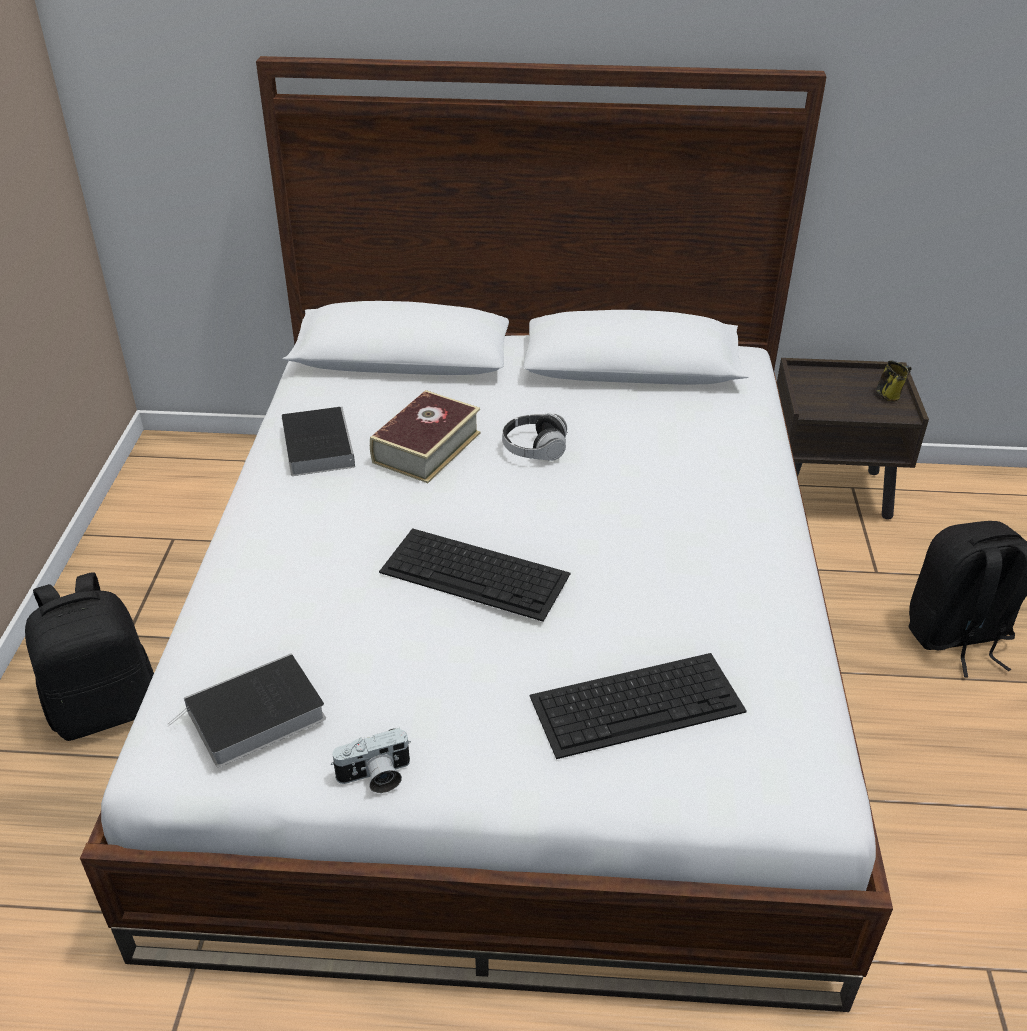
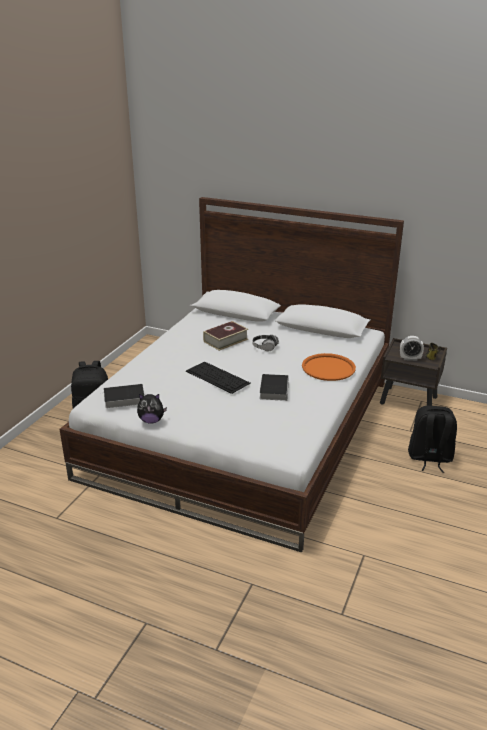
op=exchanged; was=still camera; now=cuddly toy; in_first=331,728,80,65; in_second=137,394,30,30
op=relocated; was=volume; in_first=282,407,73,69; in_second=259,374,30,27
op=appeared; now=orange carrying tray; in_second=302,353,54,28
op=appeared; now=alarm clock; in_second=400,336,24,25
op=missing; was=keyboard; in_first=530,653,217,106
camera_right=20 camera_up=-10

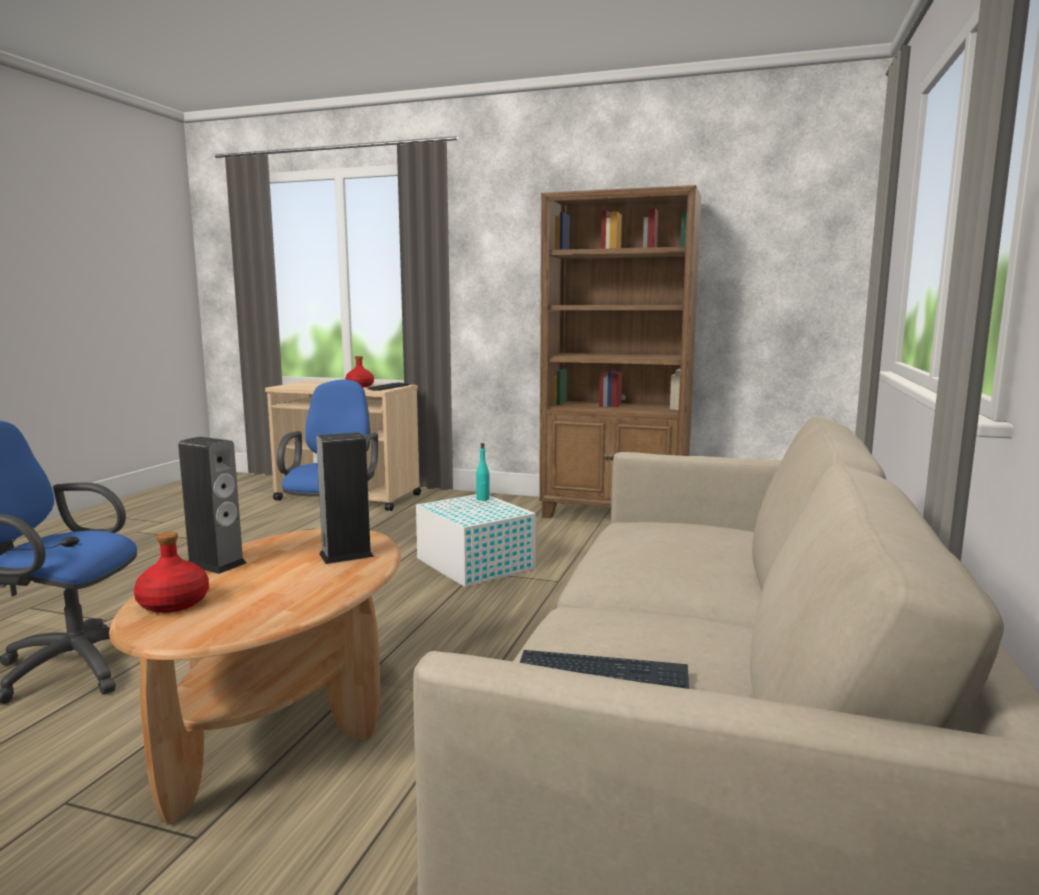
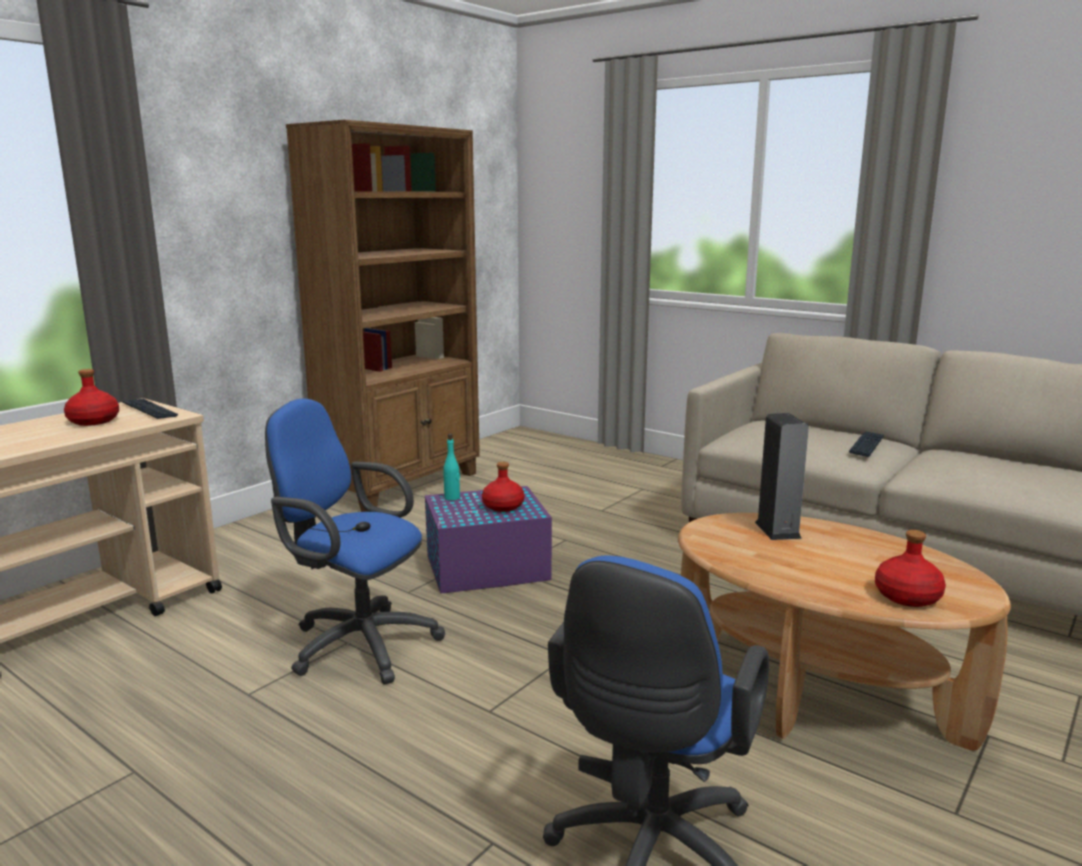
op=colour; was=white-coloured storage box; now=purple storage box; in_first=416,494,120,93; in_second=425,486,127,108
op=appeared; now=red-coloured bottle; in_second=482,462,43,50
op=relocated; was=keyboard; in_first=520,650,169,39; in_second=849,431,36,26
op=missing; was=loudspeaker; in_first=178,437,69,137
camera_right=-70 camera_up=5

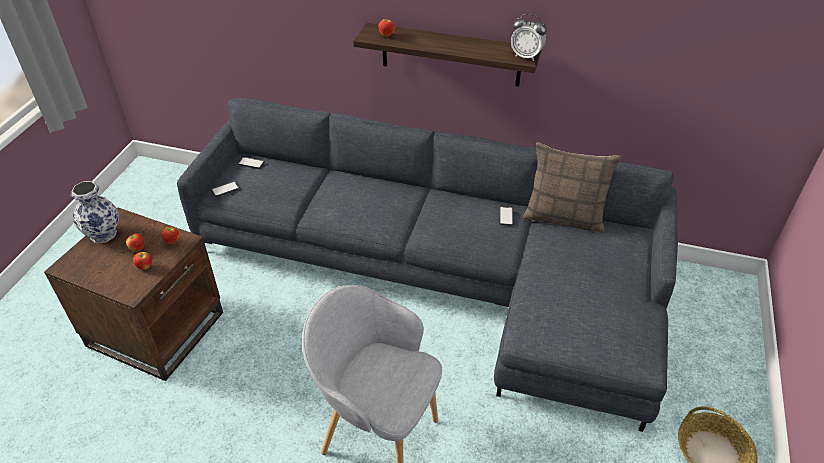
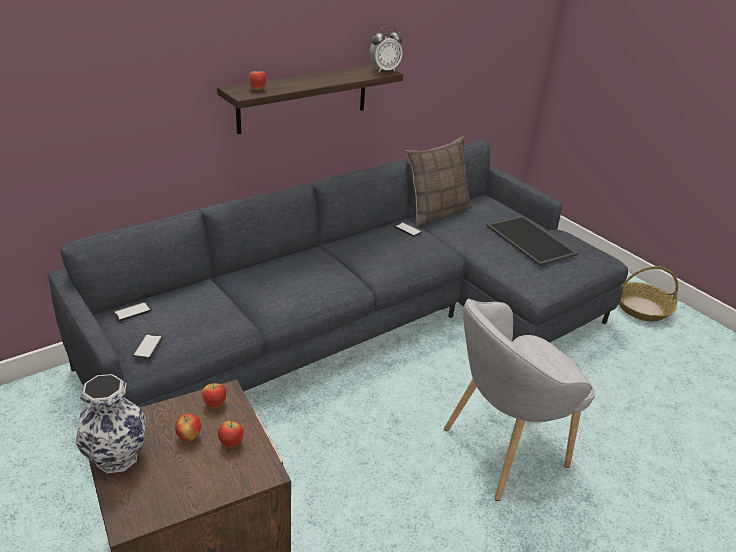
op=appeared; now=carrying tray; in_second=487,216,91,50
camera_right=-55 camera_up=-10

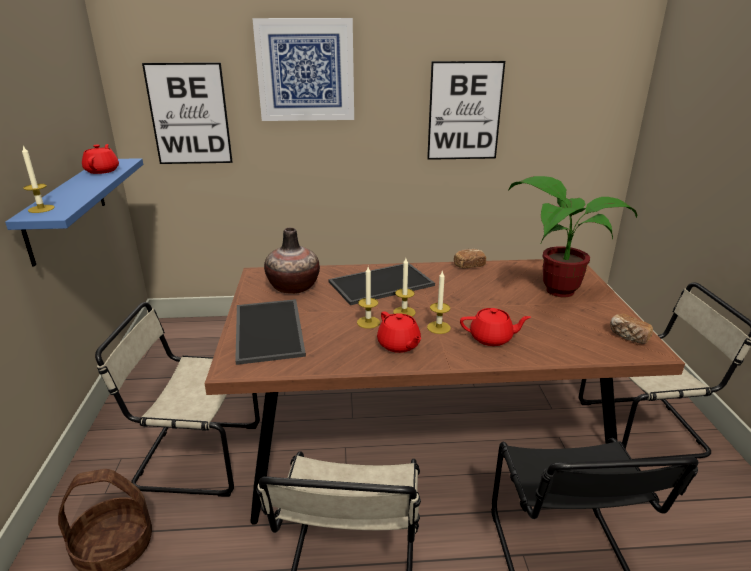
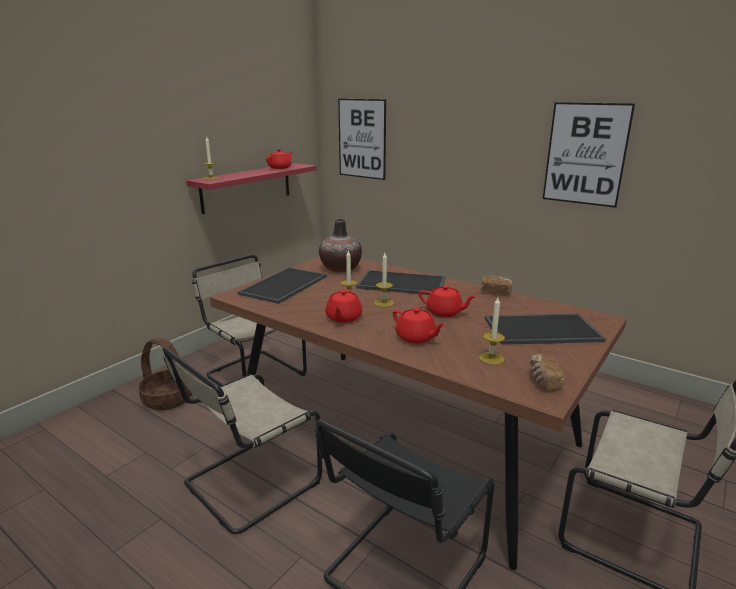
op=colour; was=blue bracket shelf; now=red-coloured bracket shelf; in_first=5,158,138,109; in_second=186,163,131,51
op=appeared; now=red-coloured tea pot; in_second=419,285,57,32
op=relocated; was=wax light; in_first=427,270,24,64; in_second=479,297,26,68
op=exchanged; was=potted plant; now=carrying tray; in_first=508,176,129,121; in_second=485,313,121,32
op=missing; was=wall art; in_first=252,18,102,103
camera_right=40 camera_up=-5

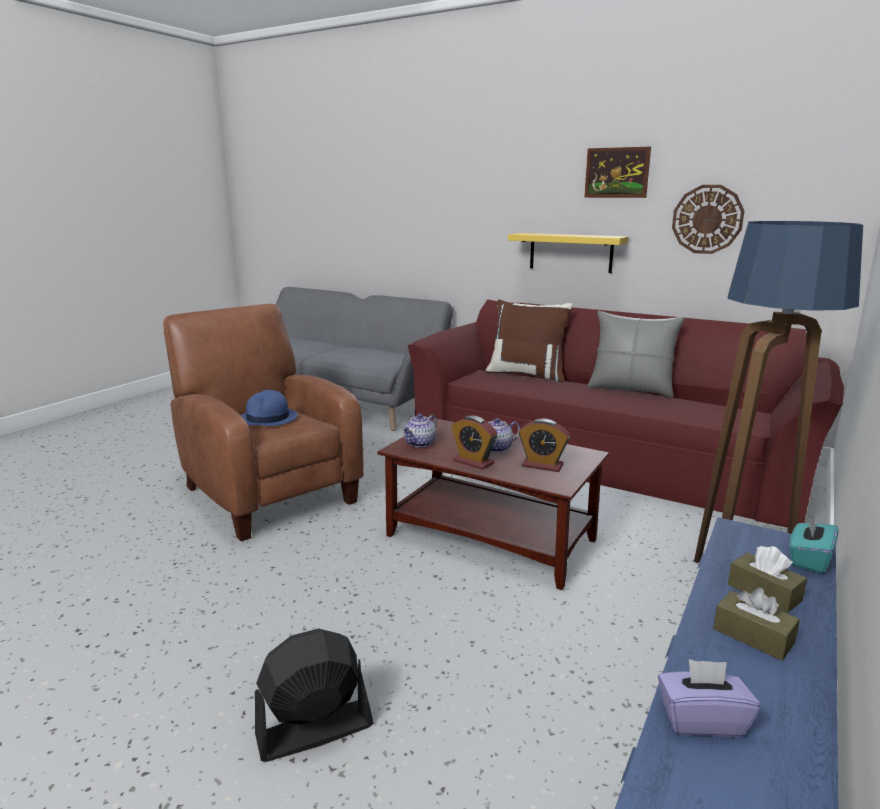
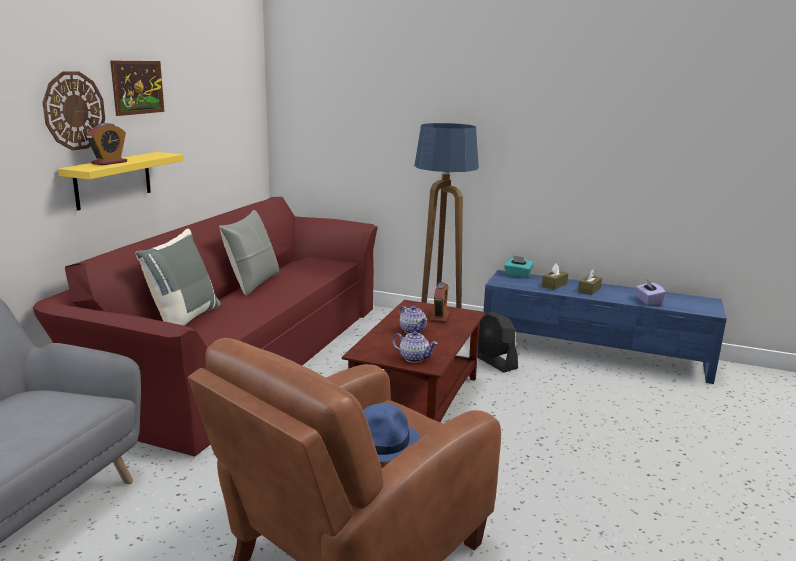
op=relocated; was=wall clock; in_first=672,185,73,69; in_second=42,71,63,80
op=relocated; was=alarm clock; in_first=451,415,46,55; in_second=86,123,41,42
op=colour; was=brown pillow; now=greyish pillow; in_first=485,300,88,82; in_second=135,229,86,97
op=relocated; was=blackish electric fan; in_first=255,628,119,134; in_second=477,311,41,62
camera_right=-100 camera_up=0

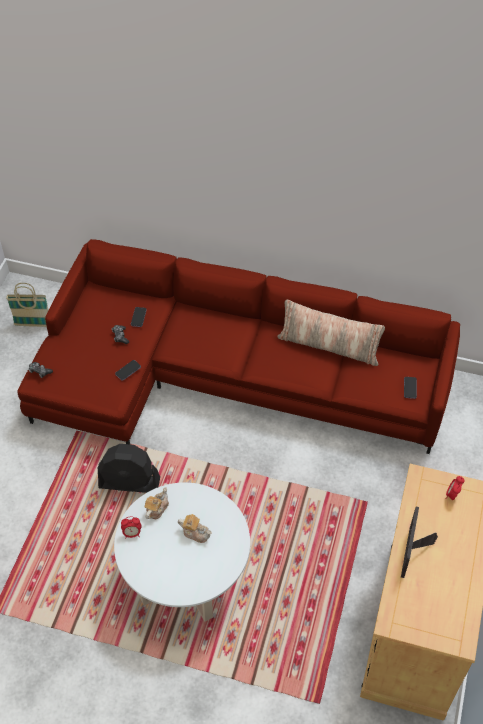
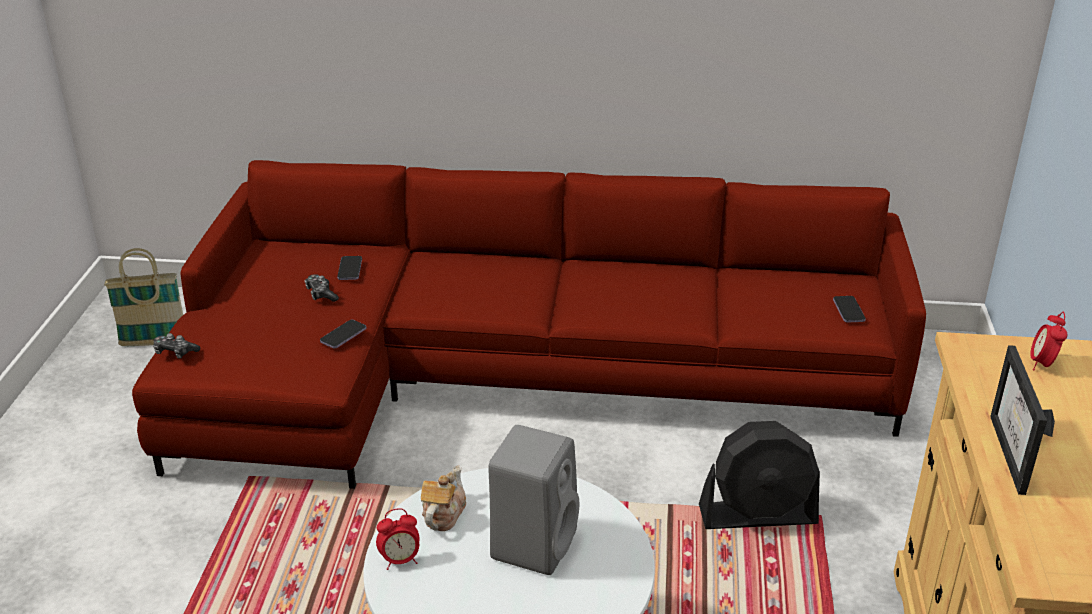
op=exchanged; was=tea pot; now=greyish loudspeaker; in_first=178,514,34,29; in_second=488,425,91,150
op=relocated; was=blackish electric fan; in_first=98,444,62,49; in_second=699,421,121,108
op=missing; was=pillow; in_first=277,300,108,66
camera_right=-10 camera_up=-20

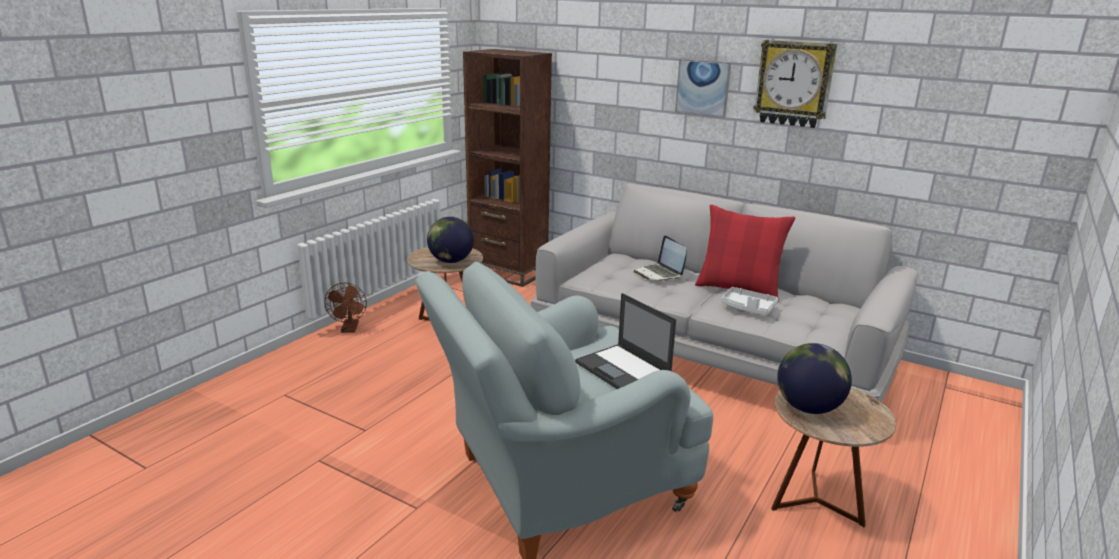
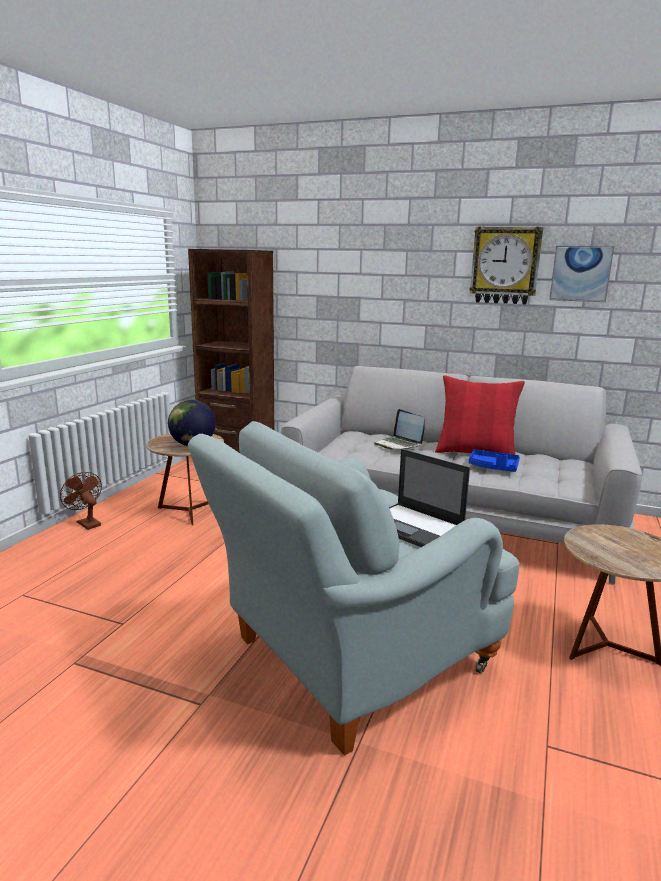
op=spun; was=brown electric fan; in_first=324,283,43,50; in_second=60,472,42,58; clockwise=150
op=colour; was=white-coloured carrying tray; now=blue carrying tray; in_first=721,287,57,29; in_second=469,449,51,23
op=relocated; was=wall art; in_first=675,59,56,59; in_second=549,246,65,56
op=missing; was=world globe; in_first=777,343,75,71
camera_right=-10 camera_up=-5

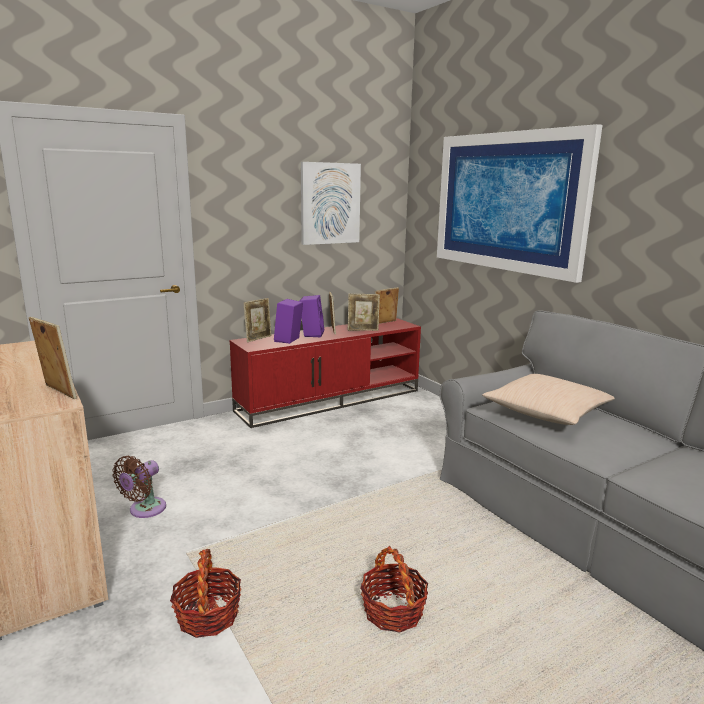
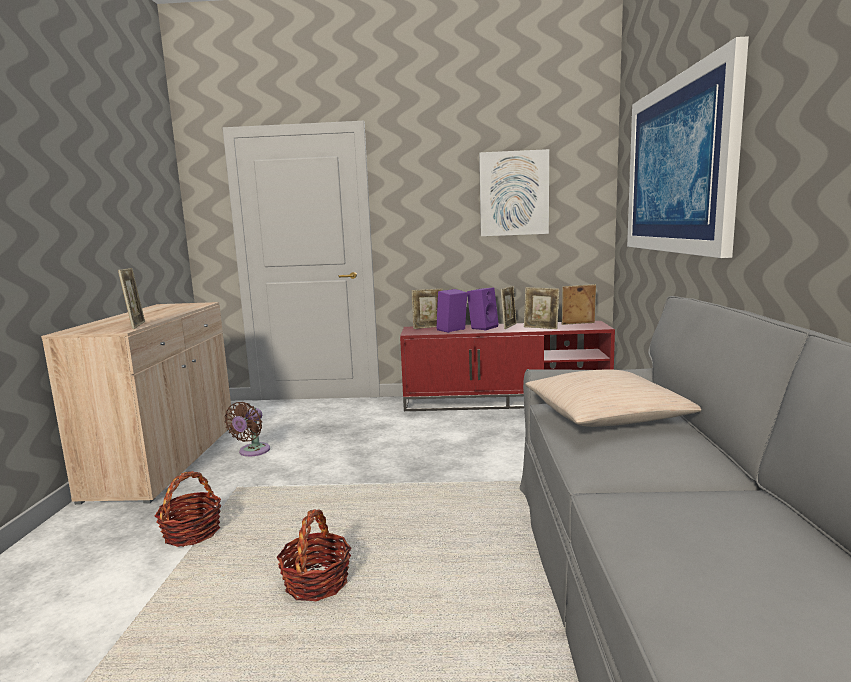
op=spun; was=brown electric fan; in_first=112,456,54,62; in_second=224,402,46,55; clockwise=-45
camera_right=35 camera_up=-5

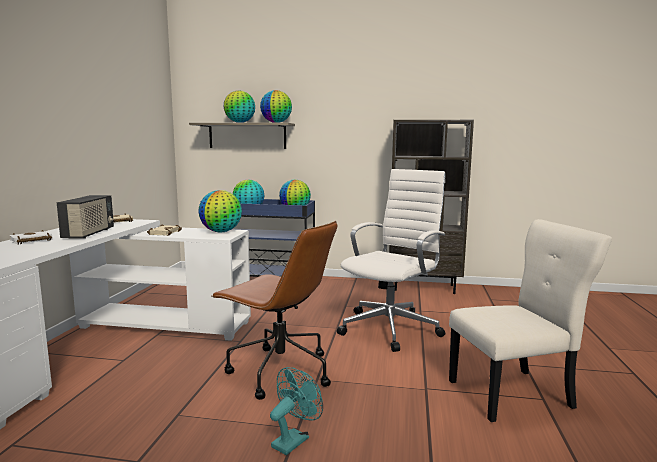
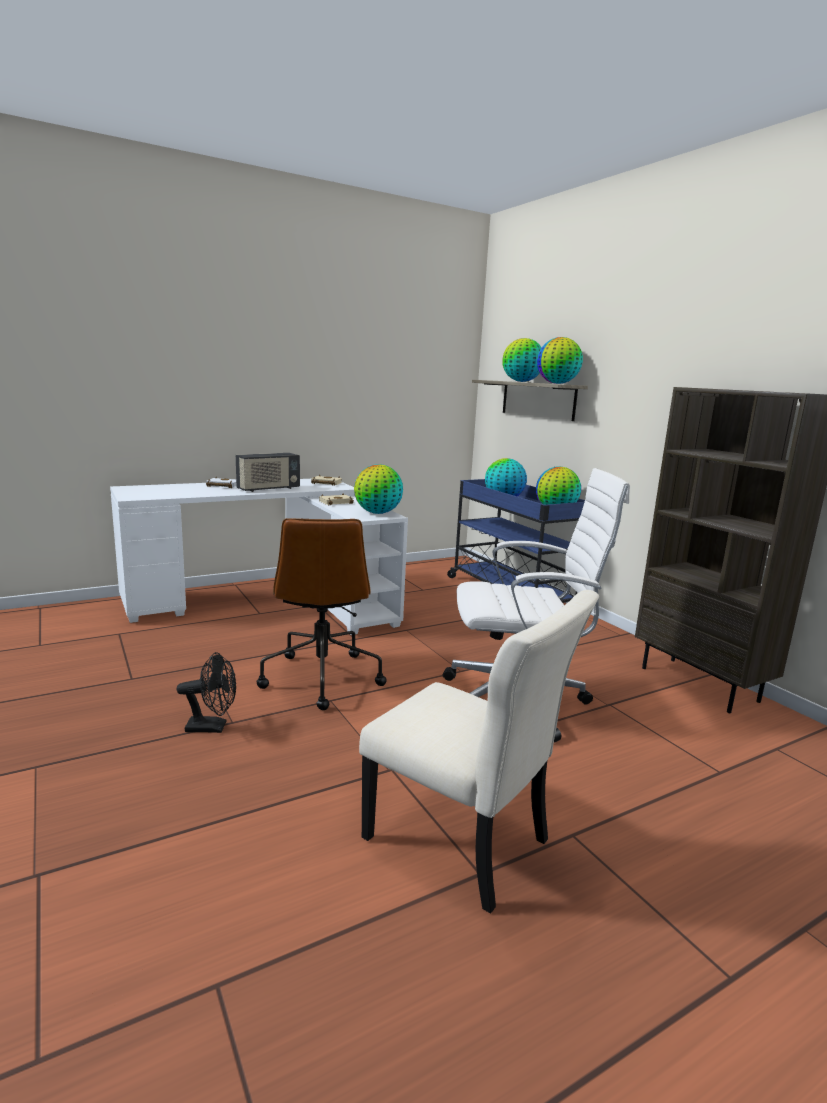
op=colour; was=turquoise electric fan; now=blackish electric fan; in_first=270,367,53,88; in_second=177,652,59,81
camera_right=50 camera_up=5

